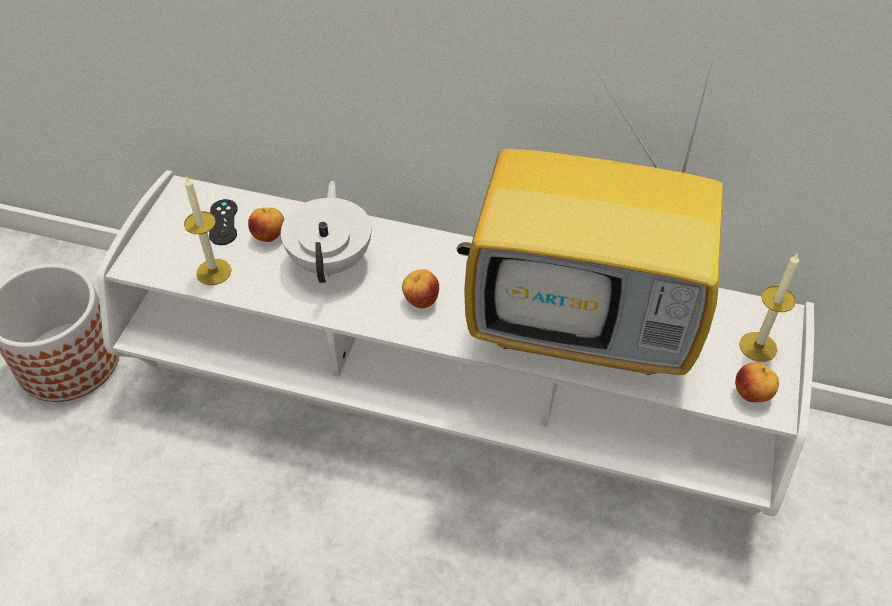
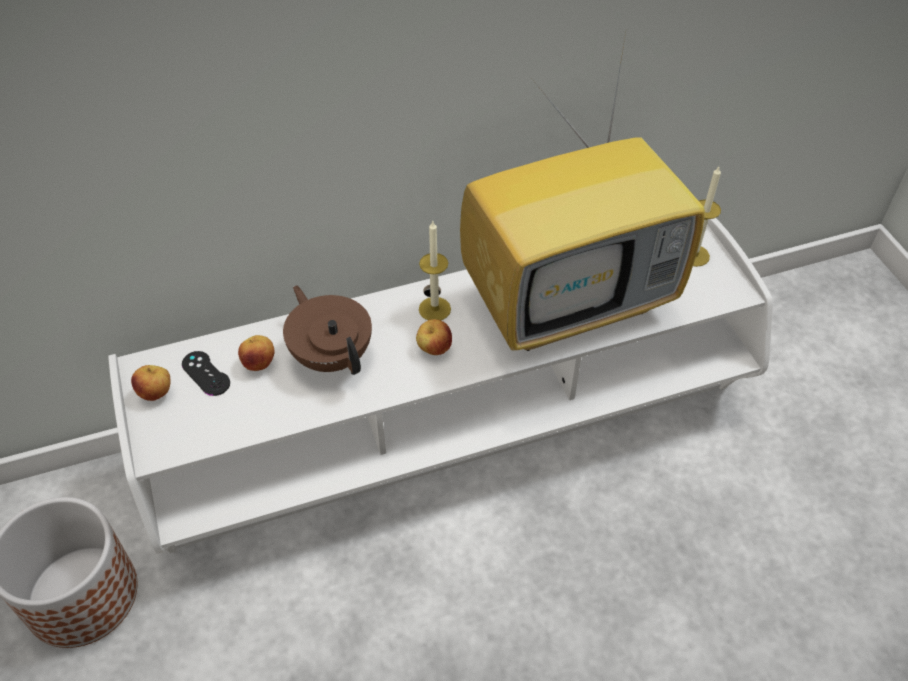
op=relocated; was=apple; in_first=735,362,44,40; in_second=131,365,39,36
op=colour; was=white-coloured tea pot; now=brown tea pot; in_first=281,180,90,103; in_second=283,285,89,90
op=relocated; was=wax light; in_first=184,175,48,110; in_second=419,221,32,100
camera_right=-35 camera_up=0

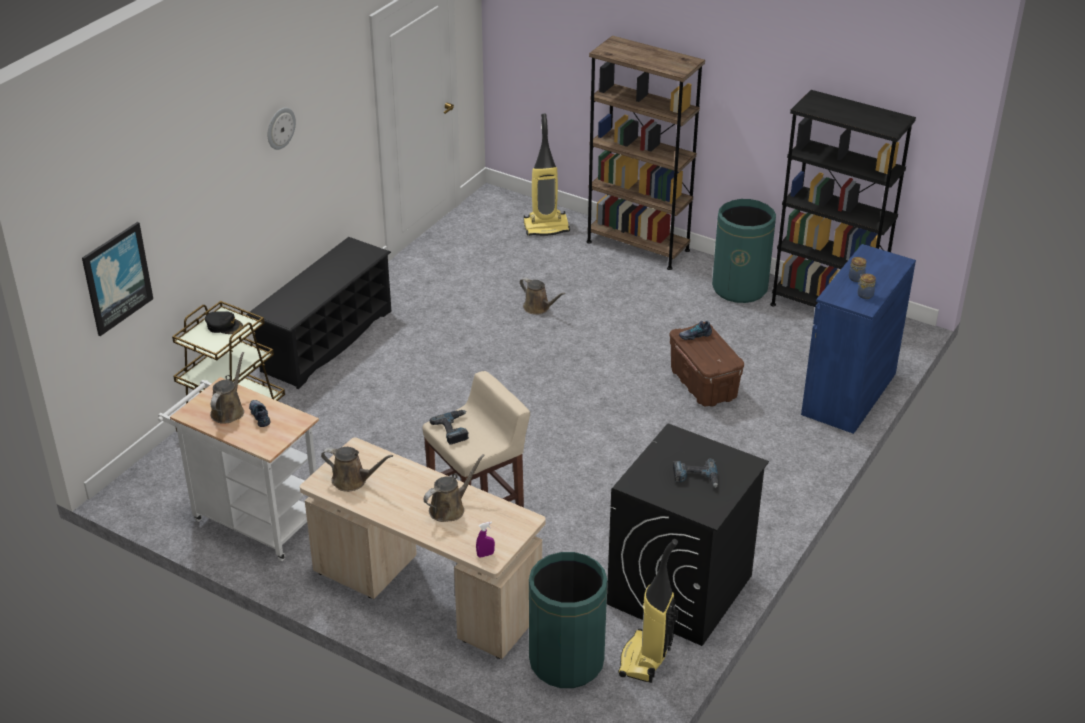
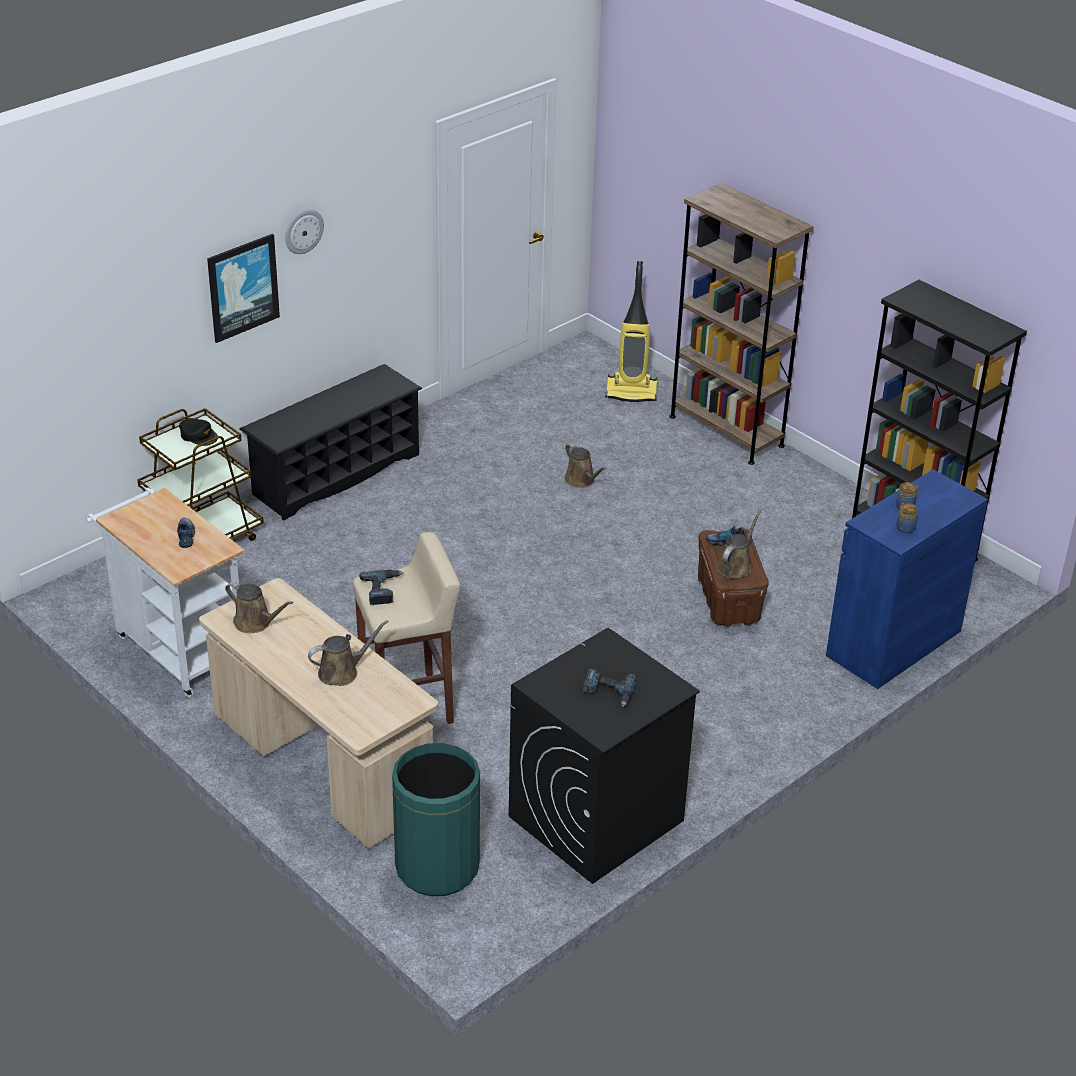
op=relocated; was=wall art; in_first=82,222,71,114; in_second=207,234,73,109
op=relocated; was=brown watering can; in_first=210,352,34,72; in_second=717,510,45,69
op=missing; was=purple hand sprayer; in_first=476,521,19,37
op=missing; was=vacuum cleaner; in_first=618,539,60,144
op=missing; was=greenish rubbish bin; in_first=712,199,64,104
camera_right=15 camera_up=0

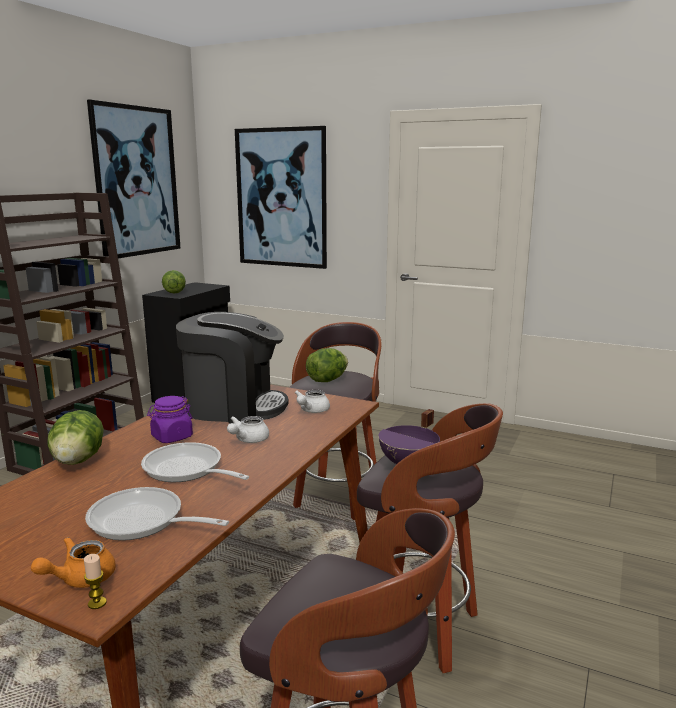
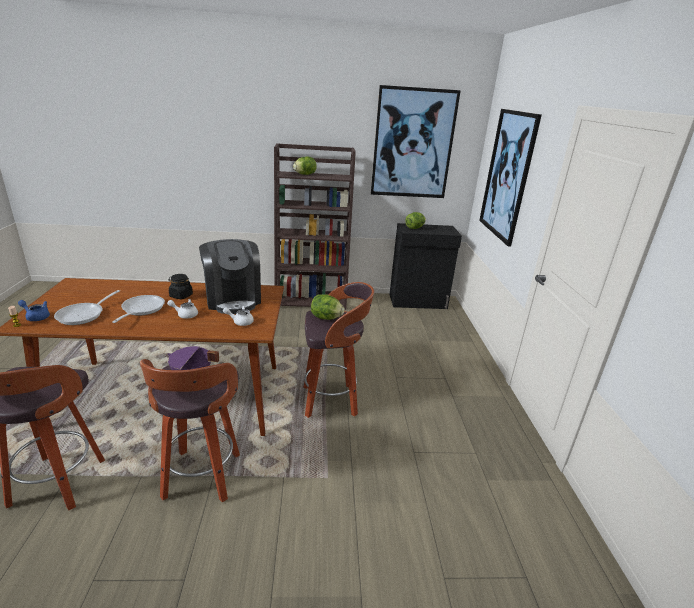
op=colour; was=orange tea pot; now=blue tea pot; in_first=31,537,85,51; in_second=18,300,32,21
op=spun; was=skillet; in_first=85,487,144,54; in_second=54,290,66,35; clockwise=-150
op=colour; was=purple preserve jar; now=blackish preserve jar; in_first=147,396,46,47; in_second=168,274,25,25
op=relocated; was=head of lettuce; in_first=47,410,57,55; in_second=293,157,24,18
camera_right=60 camera_up=10

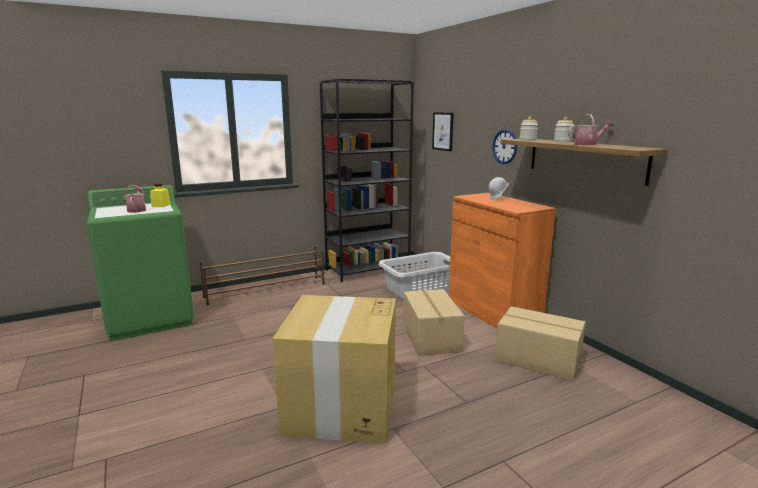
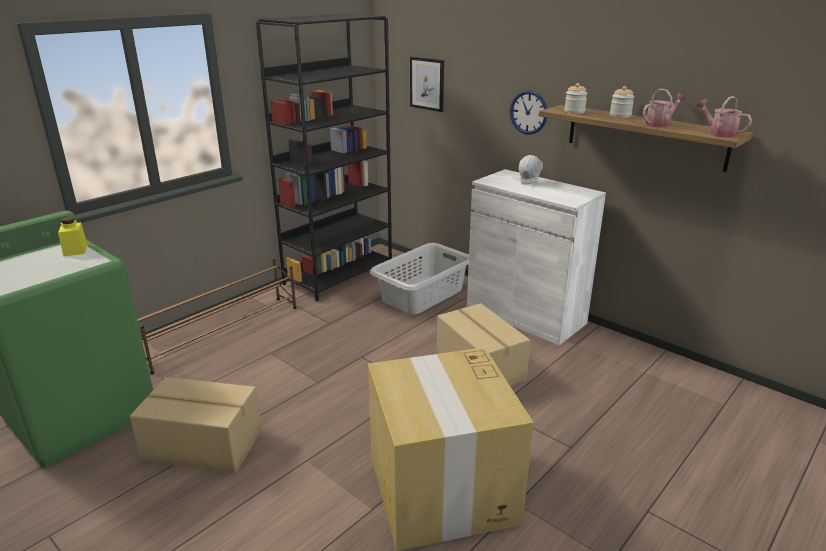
op=relocated; was=carton; in_first=495,306,91,75; in_second=130,377,132,96
op=colour; was=orange cupboard; now=white-coloured cupboard; in_first=449,193,107,136; in_second=467,169,139,176
op=relocated; was=watering can; in_first=124,185,22,28; in_second=696,96,56,42
camera_right=-20 camera_up=10

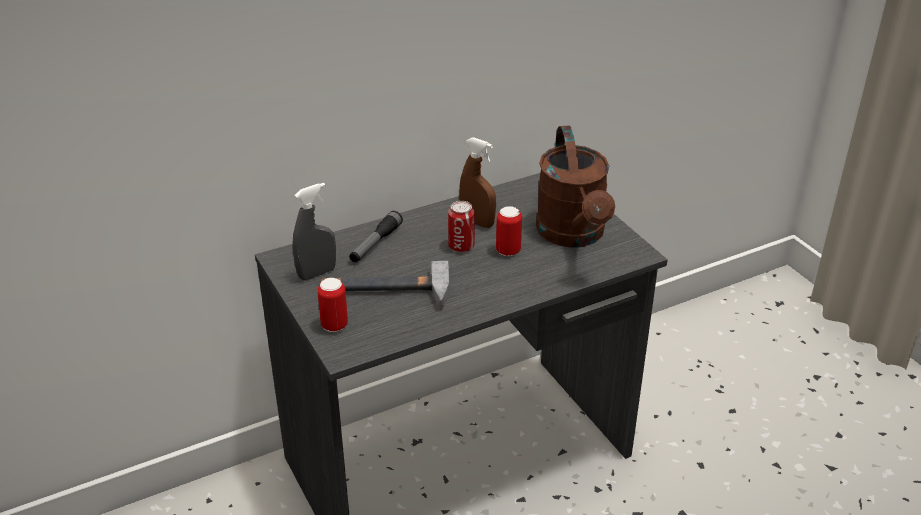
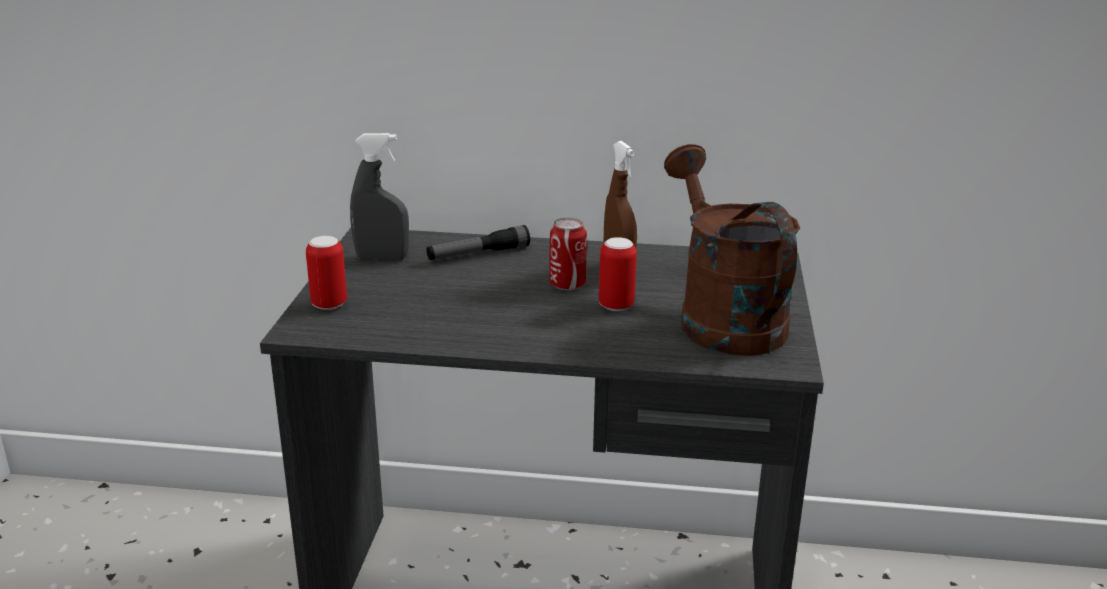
op=spun; was=brown watering can; in_first=536,126,79,122; in_second=664,144,136,212; clockwise=135
op=missing; was=hand hammer; in_first=321,261,128,49
camera_right=35 camera_up=-10

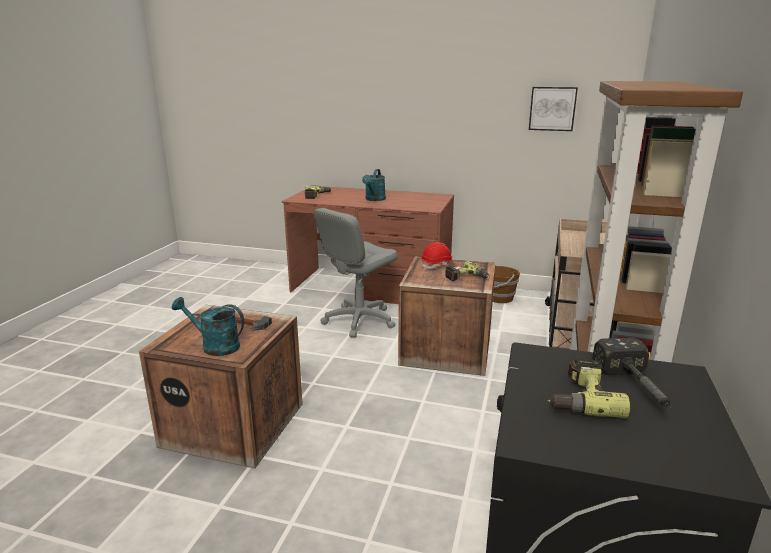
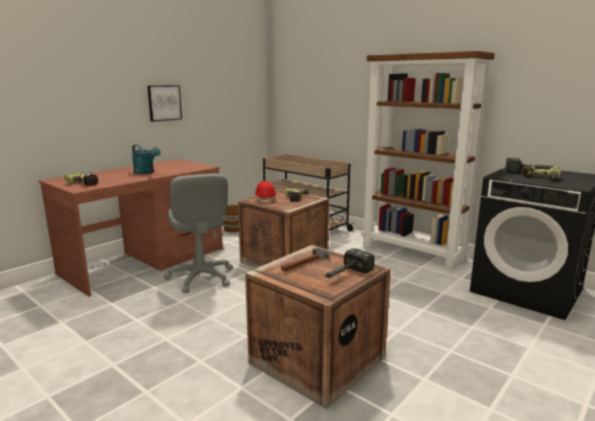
op=relocated; was=wall art; in_first=529,87,49,44; in_second=147,85,35,37
op=exchanged; was=turquoise watering can; now=hand hammer; in_first=172,297,72,59; in_second=324,249,51,29
camera_right=-65 camera_up=-5

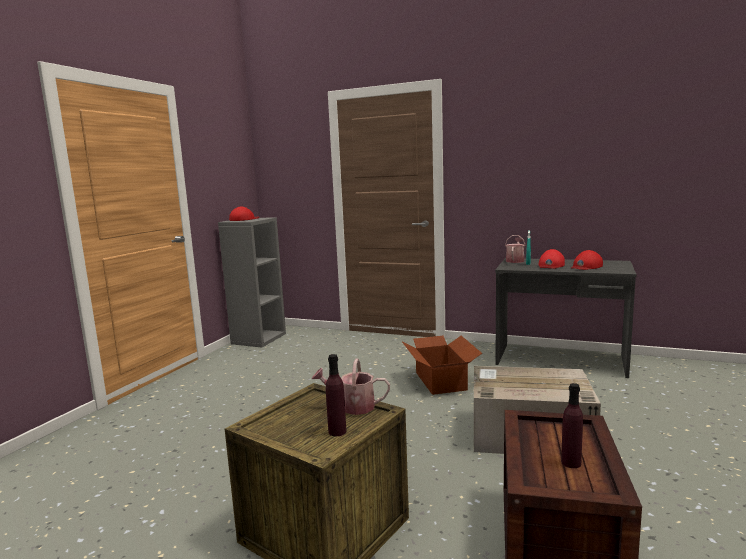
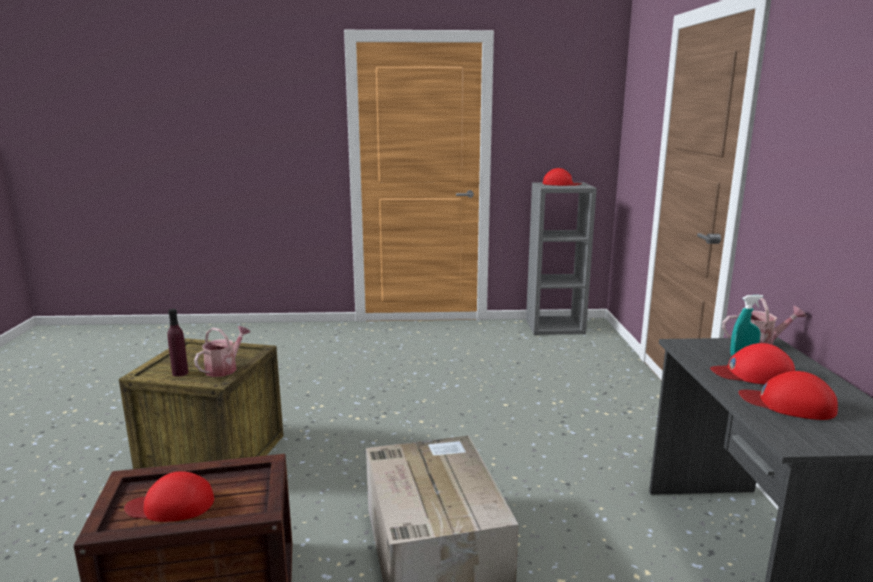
op=exchanged; was=purple bottle; now=red-coloured baseball cap; in_first=561,383,22,85; in_second=124,471,90,51
op=spun; was=watering can; in_first=312,359,78,56; in_second=194,326,56,51; clockwise=45
op=missing; was=carton; in_first=402,335,80,60
camera_right=65 camera_up=5

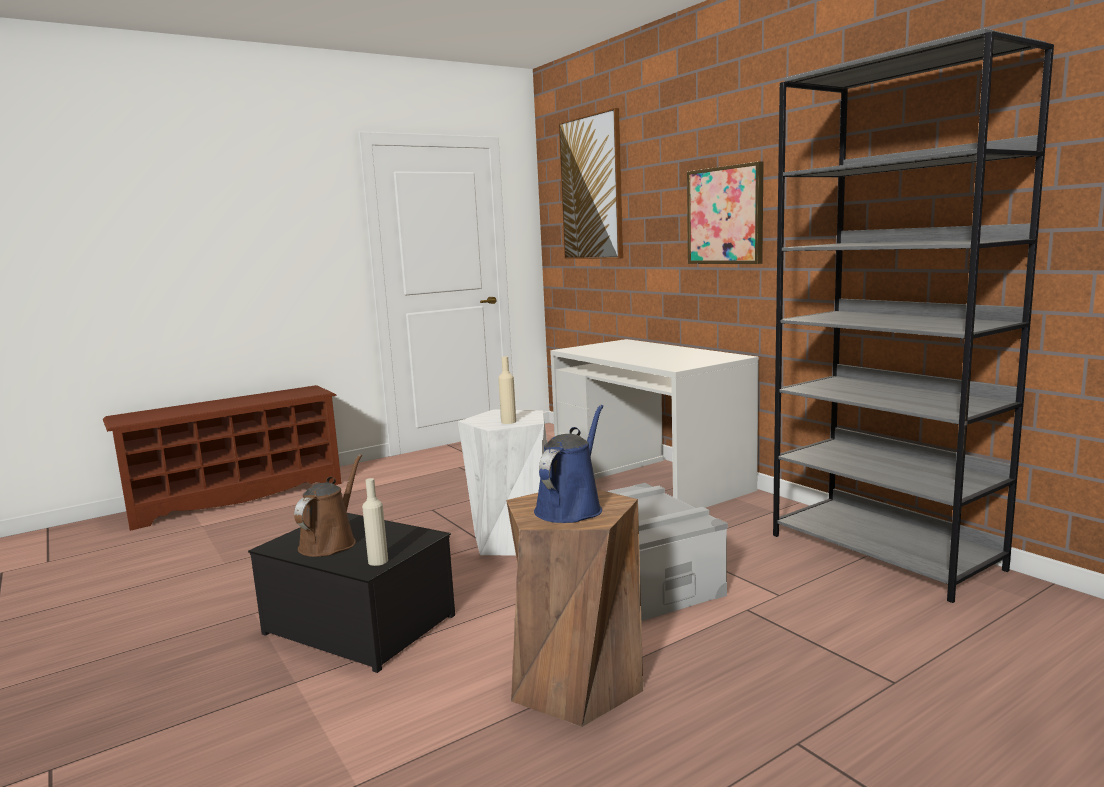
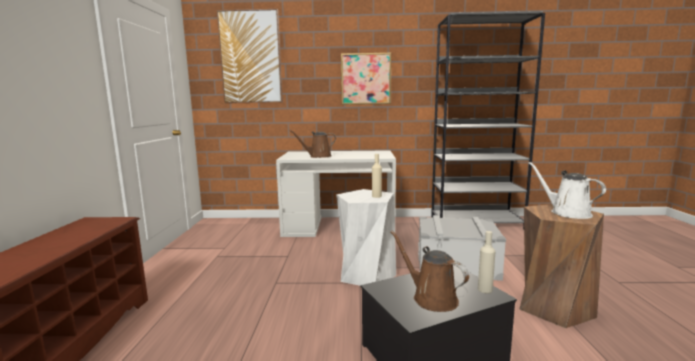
op=appeared; now=brown watering can; in_second=289,130,47,28
op=colour; was=blue watering can; now=white-coloured watering can; in_first=534,405,69,118; in_second=529,162,77,57
camera_right=-55 camera_up=0

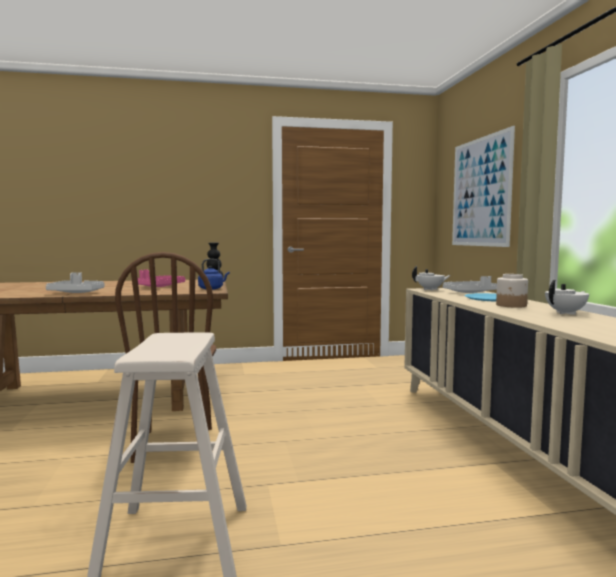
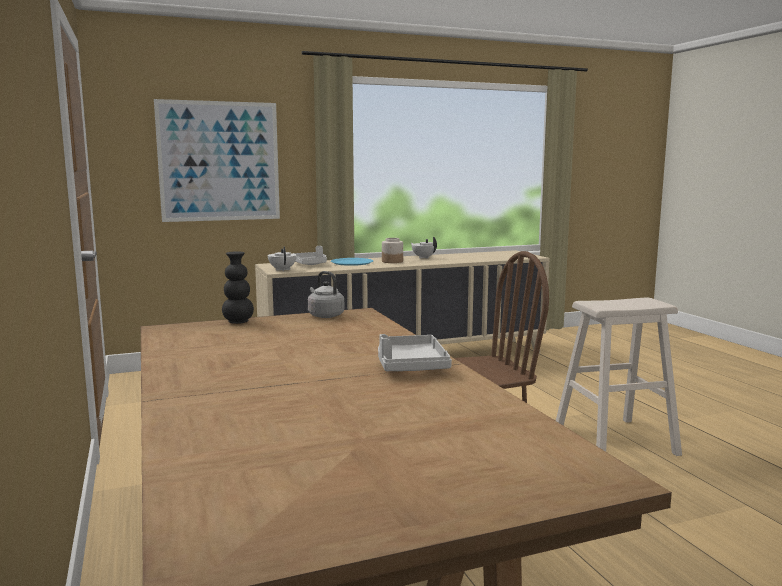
op=colour; was=blue tea kettle; now=greyish tea kettle; in_first=198,259,32,31; in_second=308,271,36,47
op=missing; was=pinkish carrying tray; in_first=138,270,47,17
camera_right=-100 camera_up=5

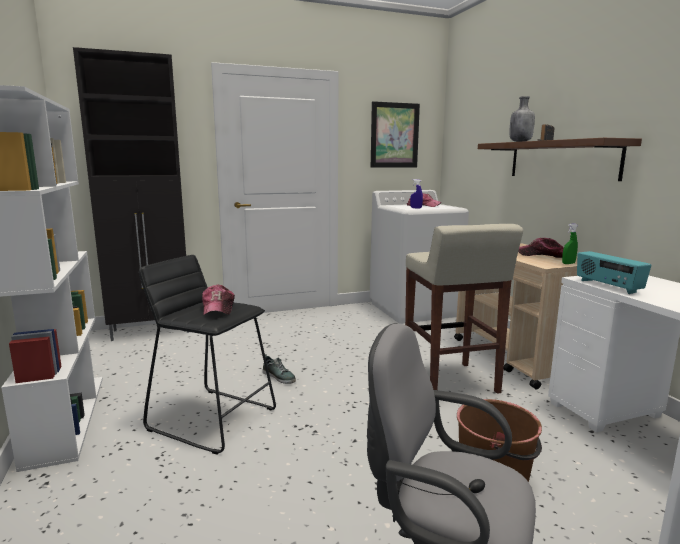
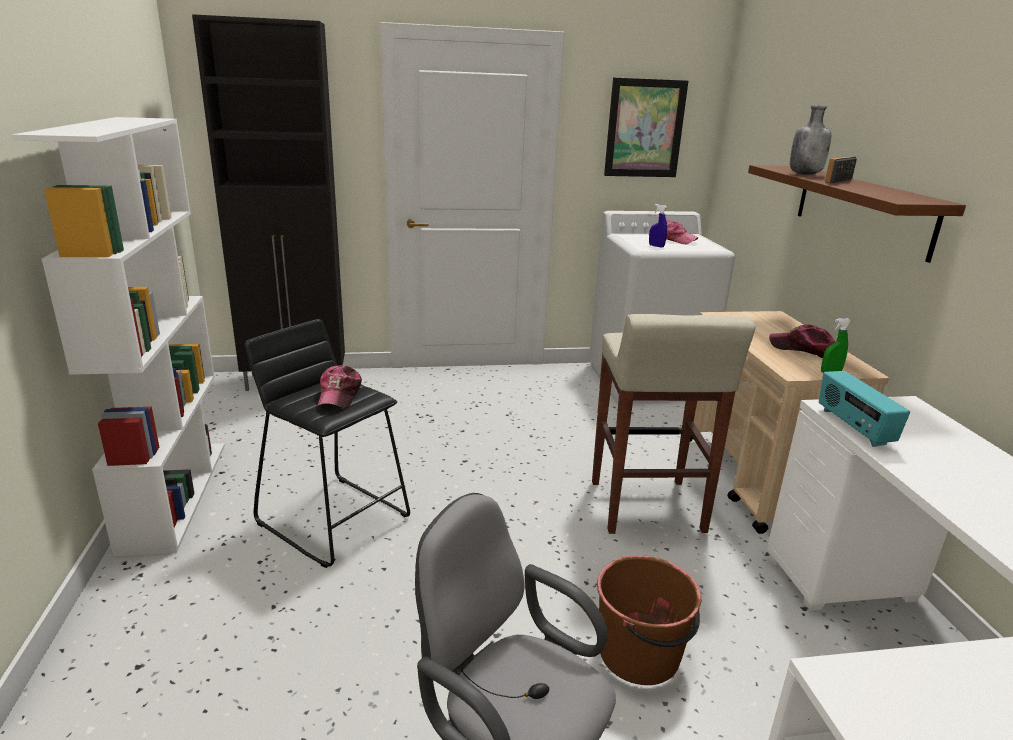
op=missing; was=item of footwear; in_first=263,354,33,30
camera_right=10 camera_up=10

